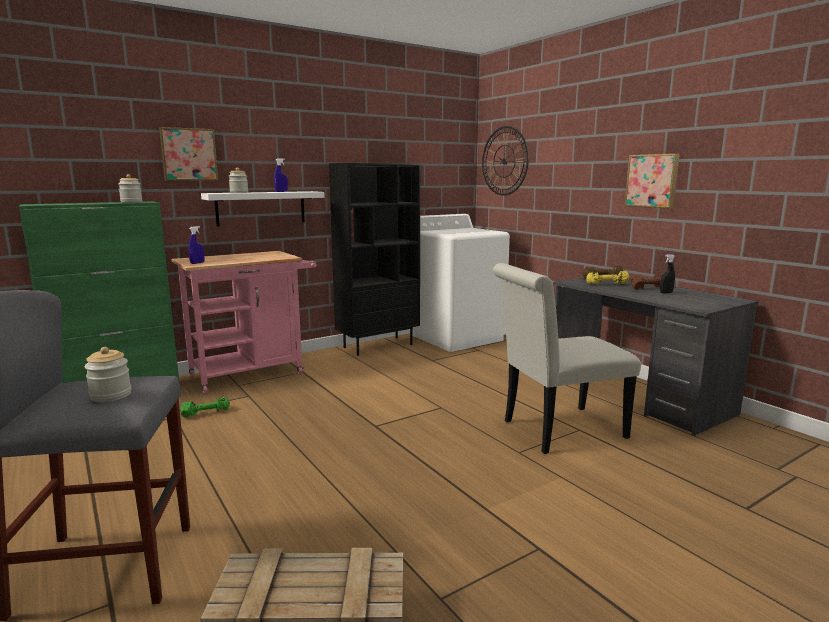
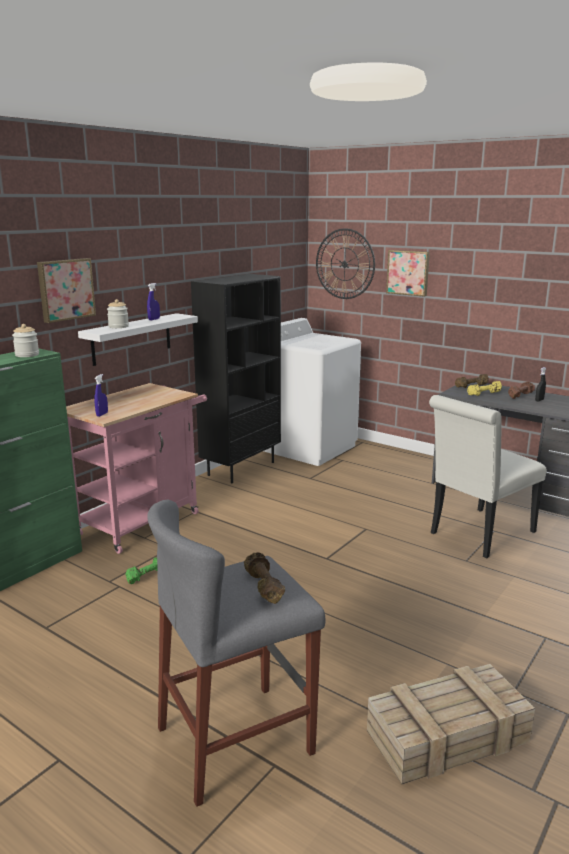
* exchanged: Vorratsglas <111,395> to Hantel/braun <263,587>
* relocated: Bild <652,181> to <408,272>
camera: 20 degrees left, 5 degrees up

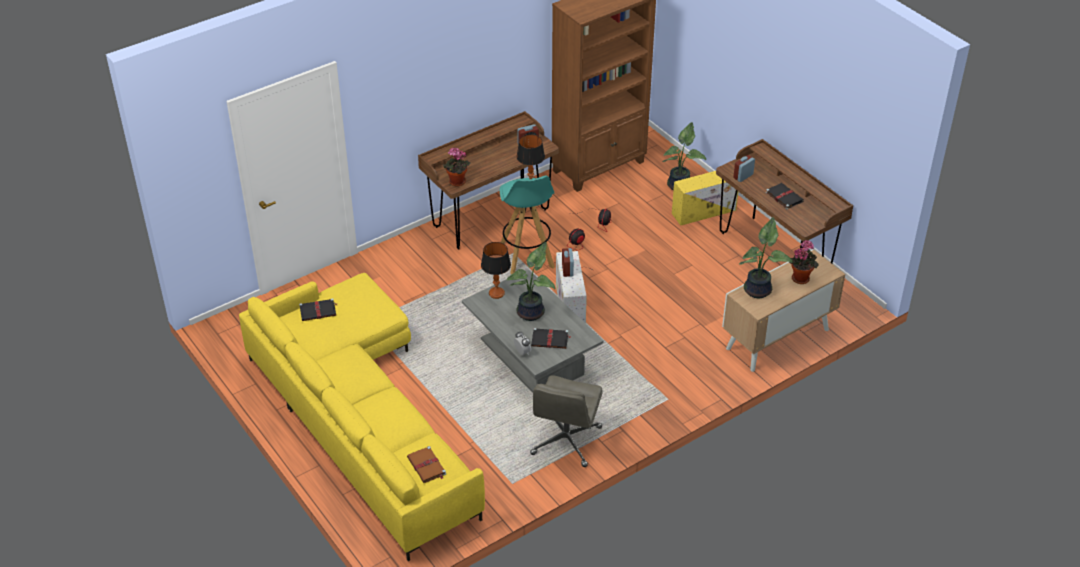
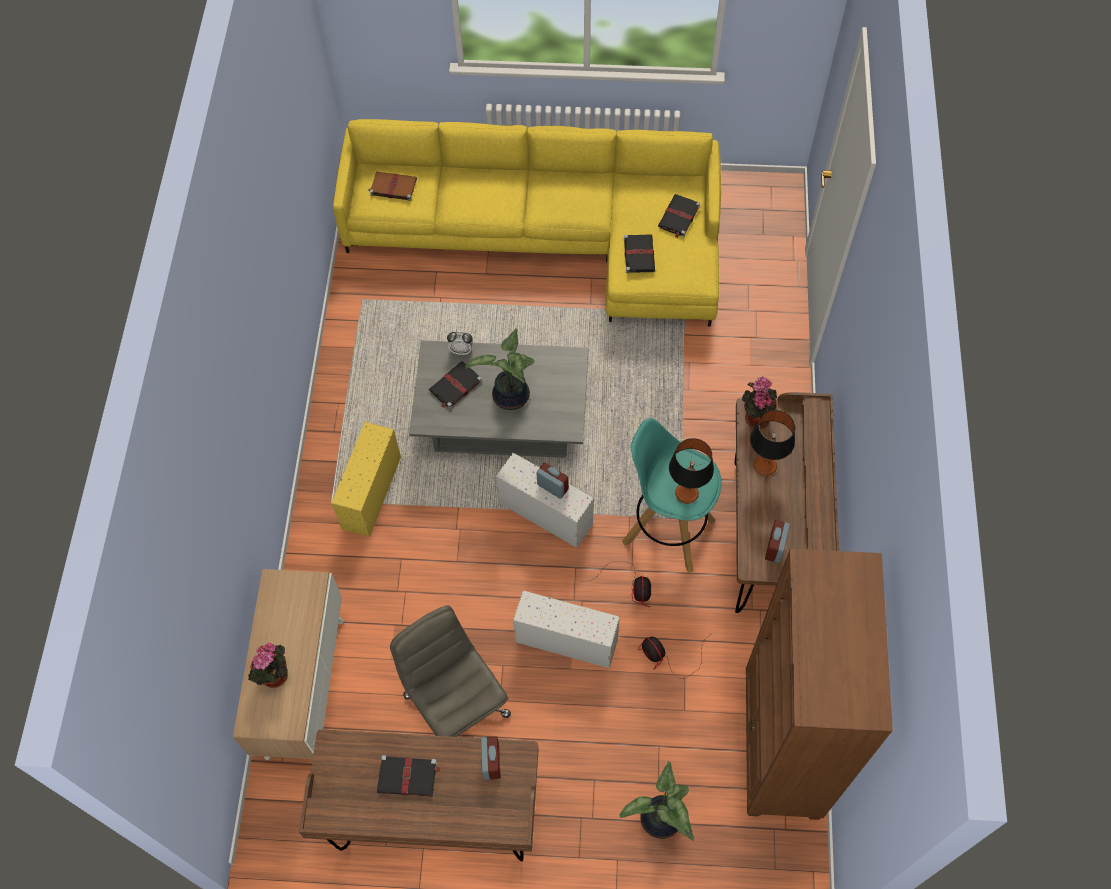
* relocated: Tischlampe <496,293> to <765,466>
* relocated: Bürostuhl/grau <566,441> to <456,704>
* relocated: Aufbewahrungsbox/gelb <704,211> to <371,494>
* missing: Topfpflanze <759,290>
* appeared: Aufbewahrungsbox/weiß <565,640>
* appeared: Buch/schwarz <639,254>
camera: 130 degrees right, 20 degrees up

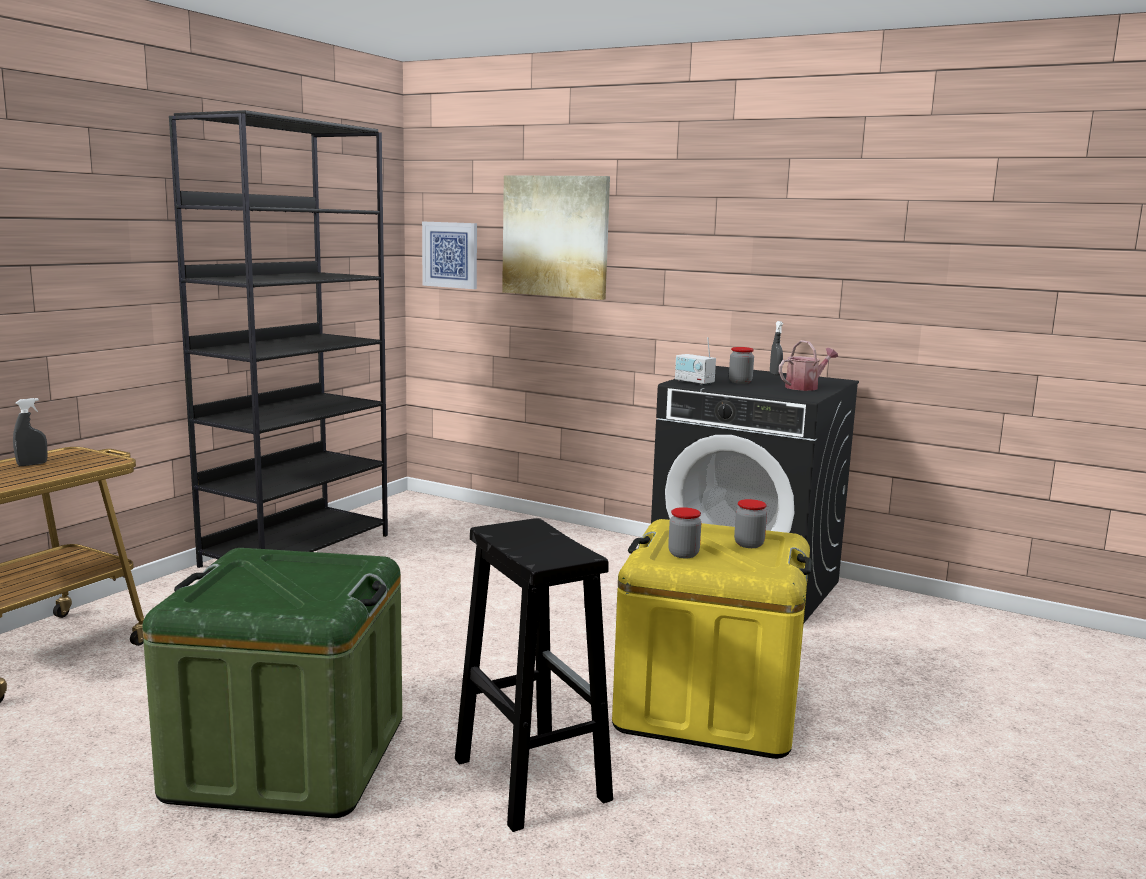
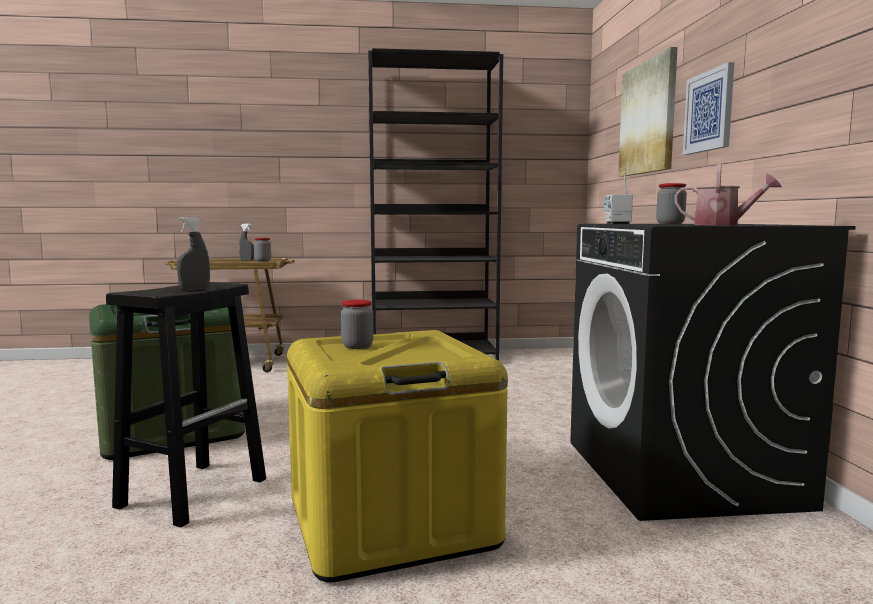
* relocated: Bild <450,255> to <709,111>
* relocated: Vorratsglas <749,544> to <263,261>
* relocated: Sprühflasche/grau <775,374> to <194,289>
camera: 55 degrees right, 5 degrees down

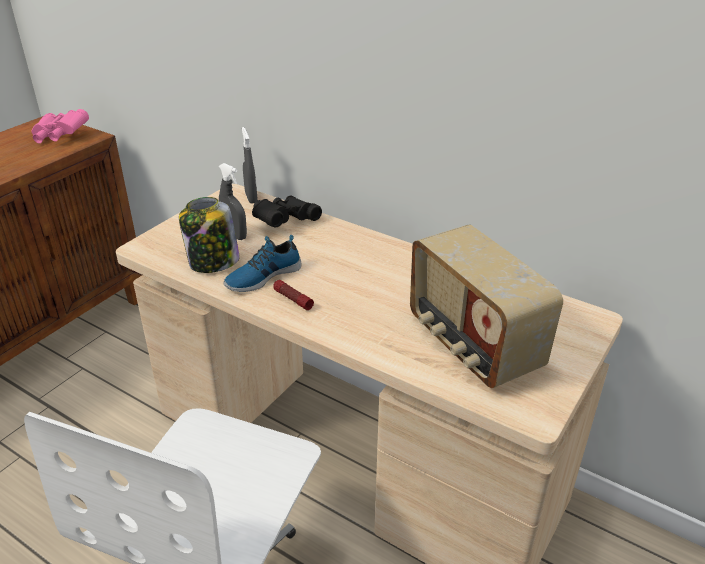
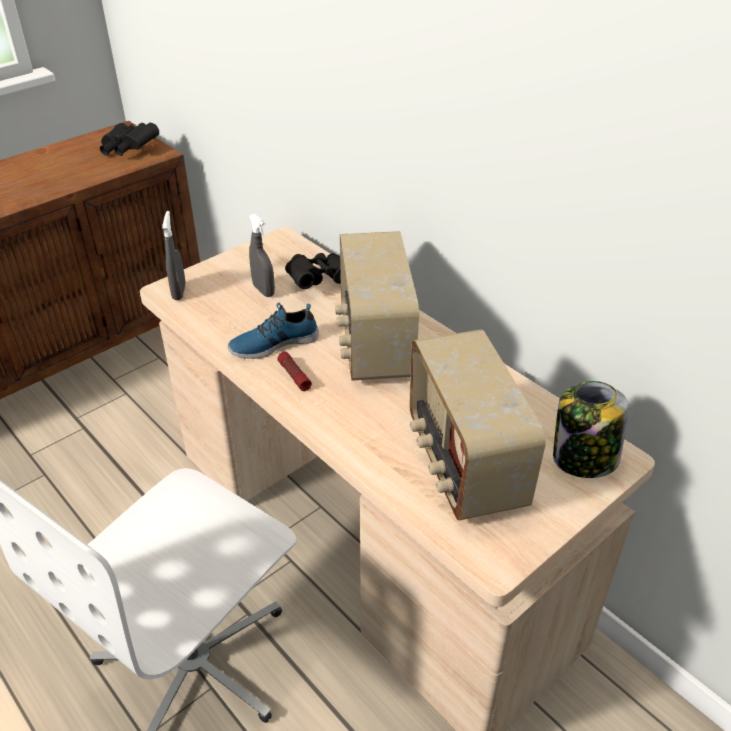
* colour: Fernglas/rosa <59,137> to Fernglas/schwarz <128,150>
* relocated: Vorratsglas <213,262> to <583,459>
* relocated: Sprühflasche/grau <251,198> to <179,292>
* appeared: Radio <373,344>
camera: 15 degrees right, 5 degrees up

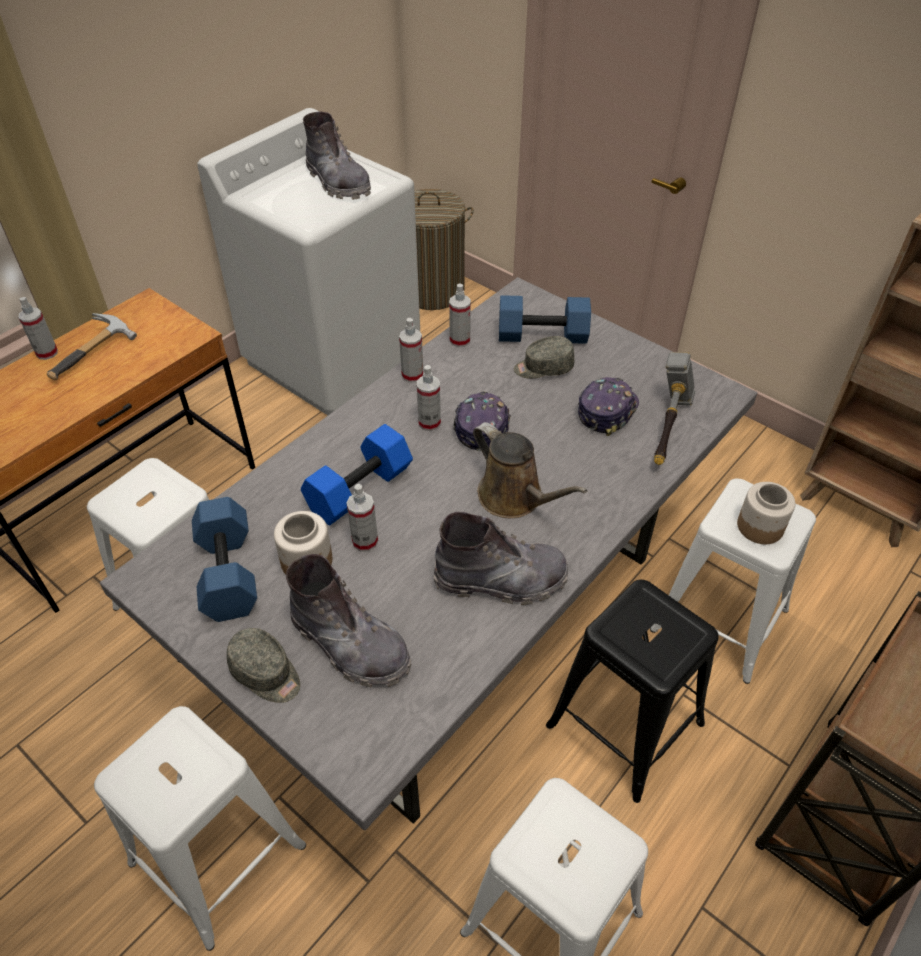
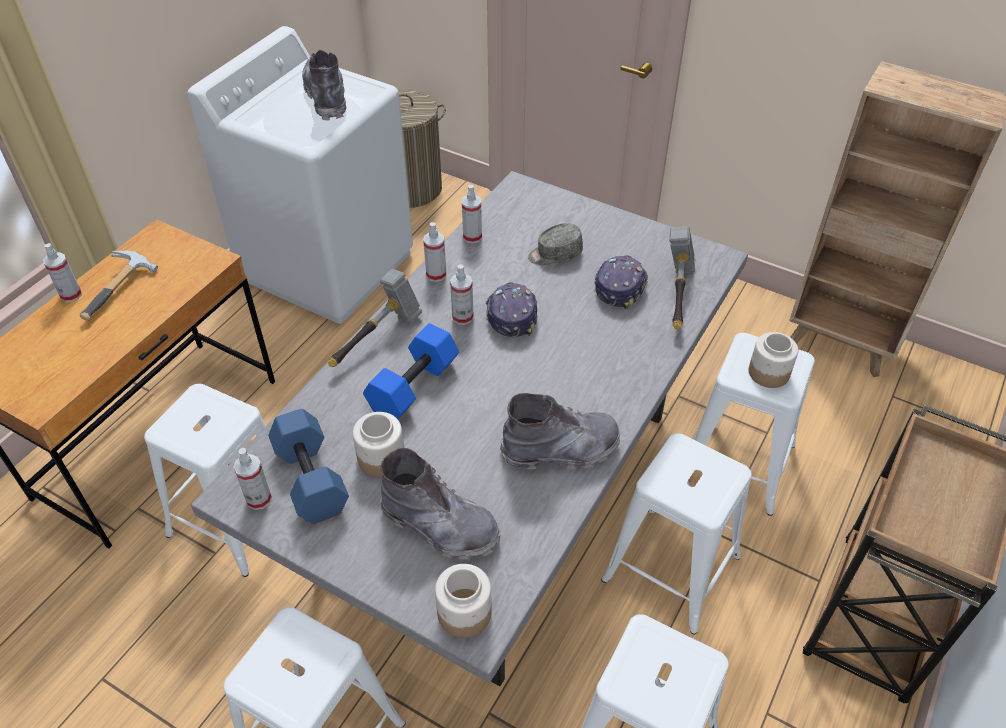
* missing: Kappe/grau <266,674>
* spun: Stiefel/grau <338,183> = <326,97> 150 degrees counterclockwise
* relocated: Sprühflasche <365,541> to <258,499>
* missing: Gießkanne/braun <515,498>
* missing: Hantel/blau <543,334>
* colour: Hocker/schwarz <624,724> to Hocker/weiß <671,568>
* appeared: Hammer <377,339>
* appeared: Vorratsglas <464,613>
camera: 10 degrees left, 0 degrees up

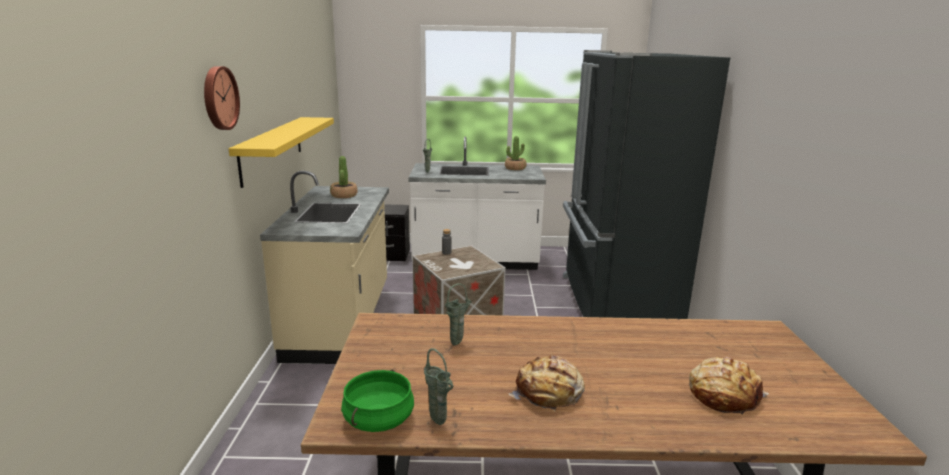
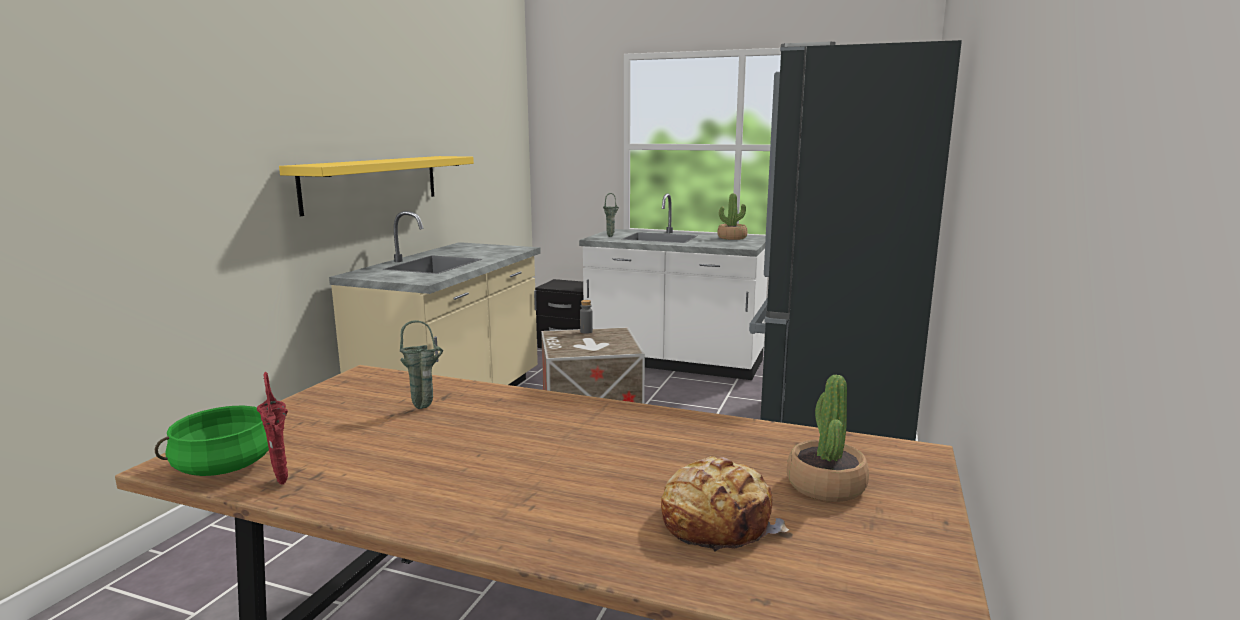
* missing: Wanduhr <219,98>
* relocated: Topfpflanze <344,195> to <825,485>
* colour: Vase/grün <440,424> to Vase/rot <282,484>
* missing: Brot <549,393>
camera: 20 degrees right, 5 degrees down

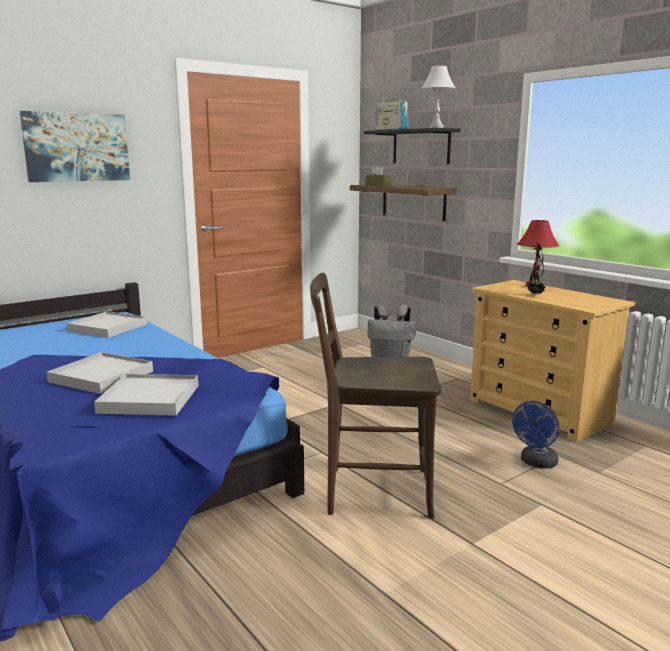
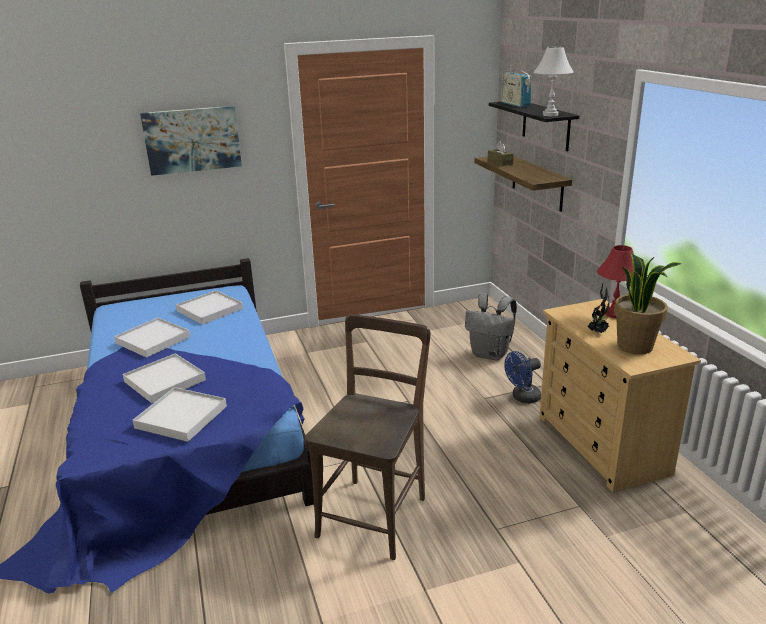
* spun: Stuhl/braun <371,491> = <375,512> 90 degrees clockwise
* relocated: Ventilator/blau <536,463> to <522,398>
* appeared: Tablett/weiß <153,340>
* appeared: Topfpflanze <635,346>
camera: 20 degrees right, 10 degrees up

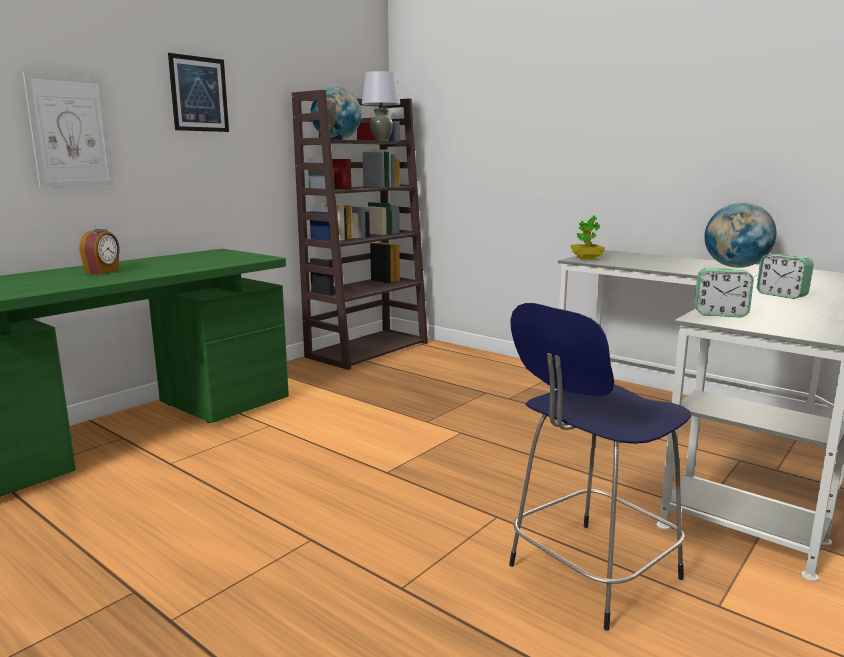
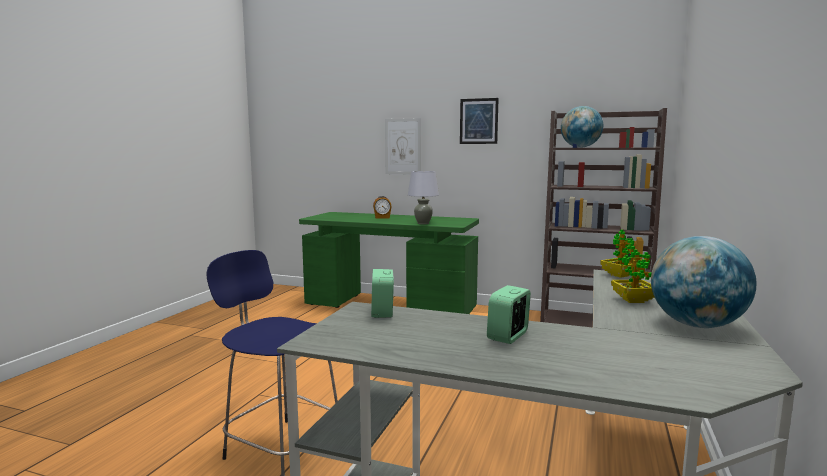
* relocated: Tischlampe/grau <381,140> to <423,223>
* appeared: Topfpflanze <633,300>
camera: 70 degrees right, 5 degrees down

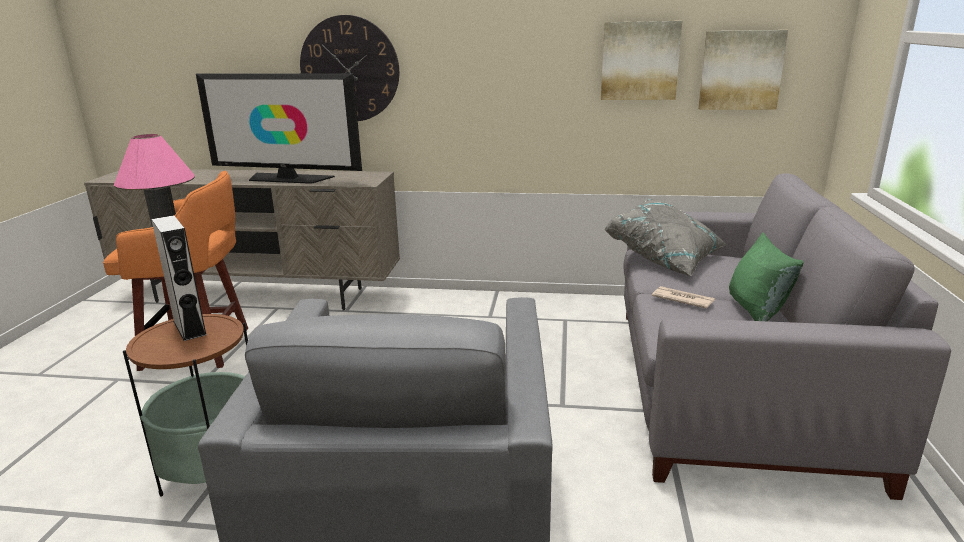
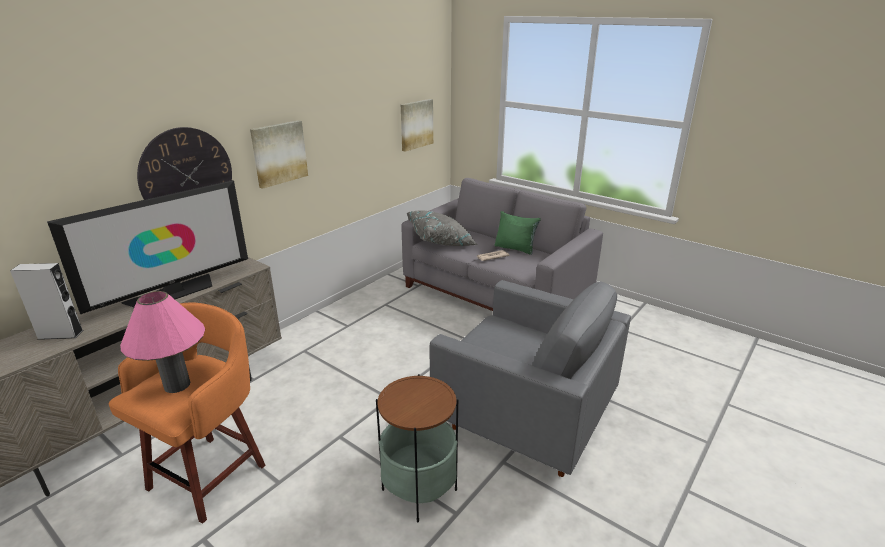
* relocated: Lautsprecher/grau <189,328> to <60,334>
* relocated: Bild <639,61> to <279,153>
camera: 60 degrees left, 5 degrees up

